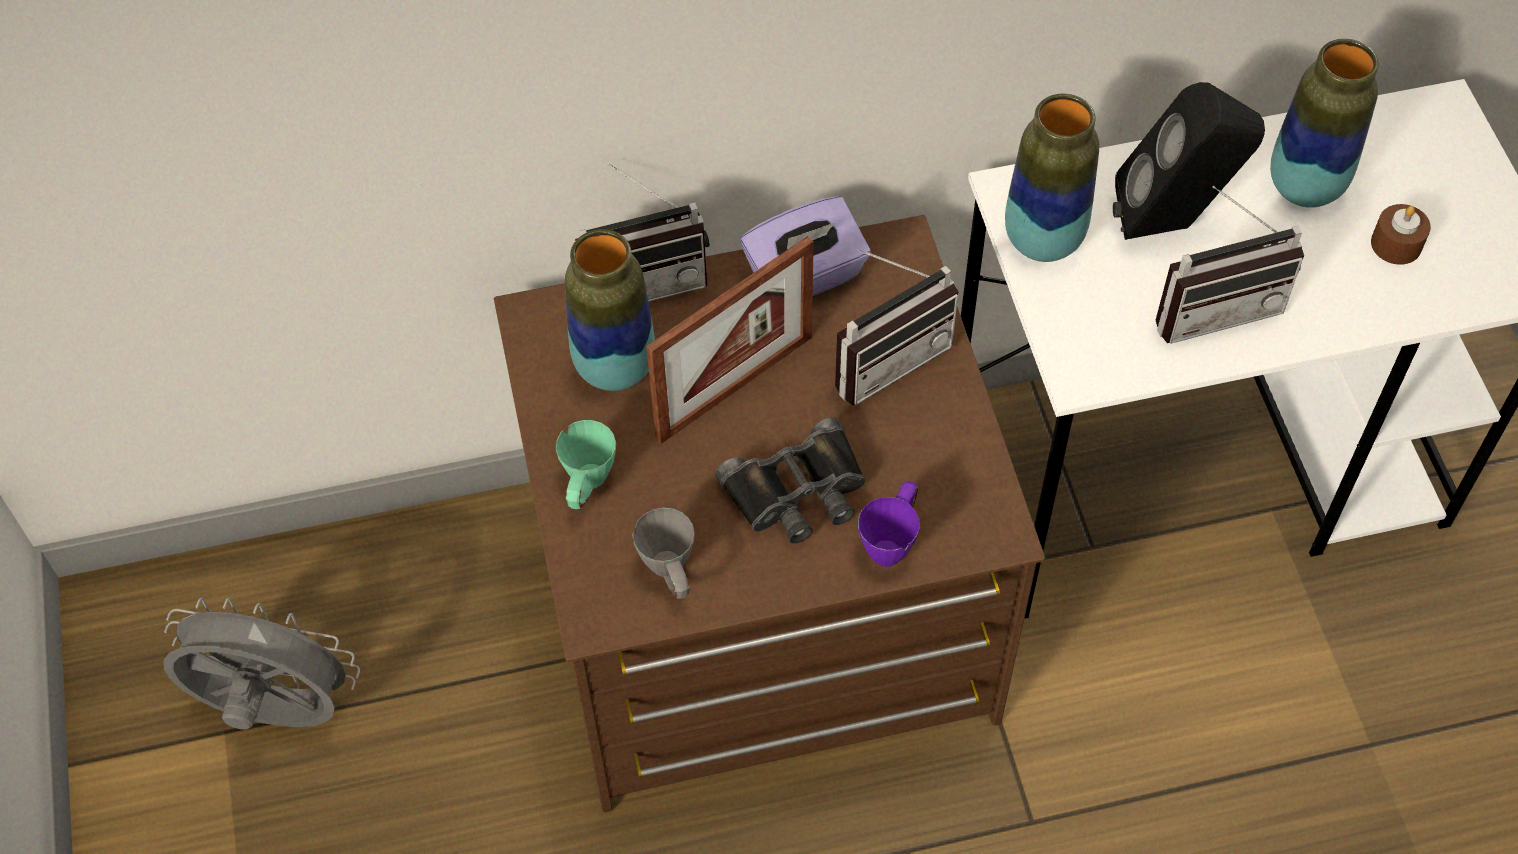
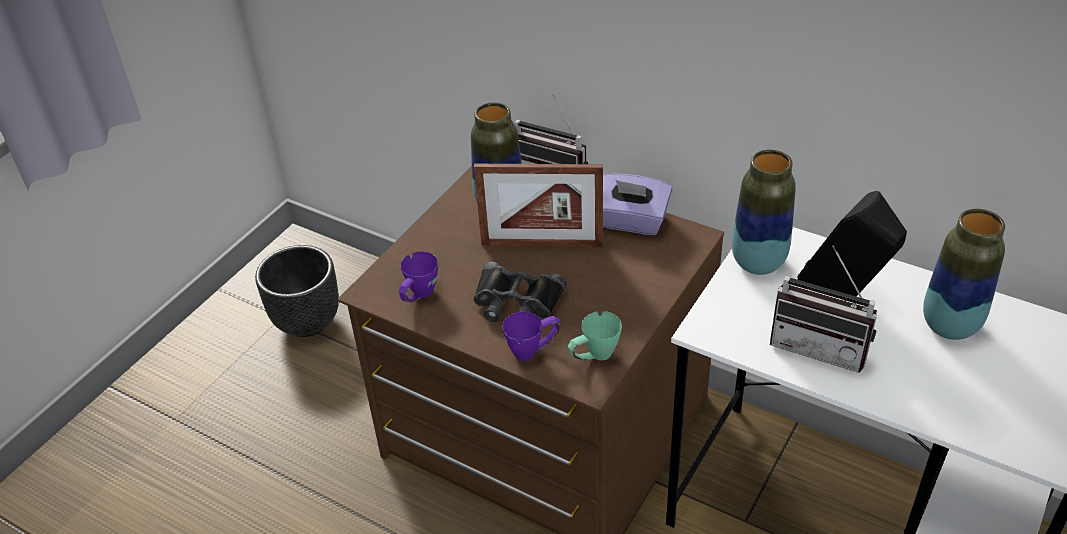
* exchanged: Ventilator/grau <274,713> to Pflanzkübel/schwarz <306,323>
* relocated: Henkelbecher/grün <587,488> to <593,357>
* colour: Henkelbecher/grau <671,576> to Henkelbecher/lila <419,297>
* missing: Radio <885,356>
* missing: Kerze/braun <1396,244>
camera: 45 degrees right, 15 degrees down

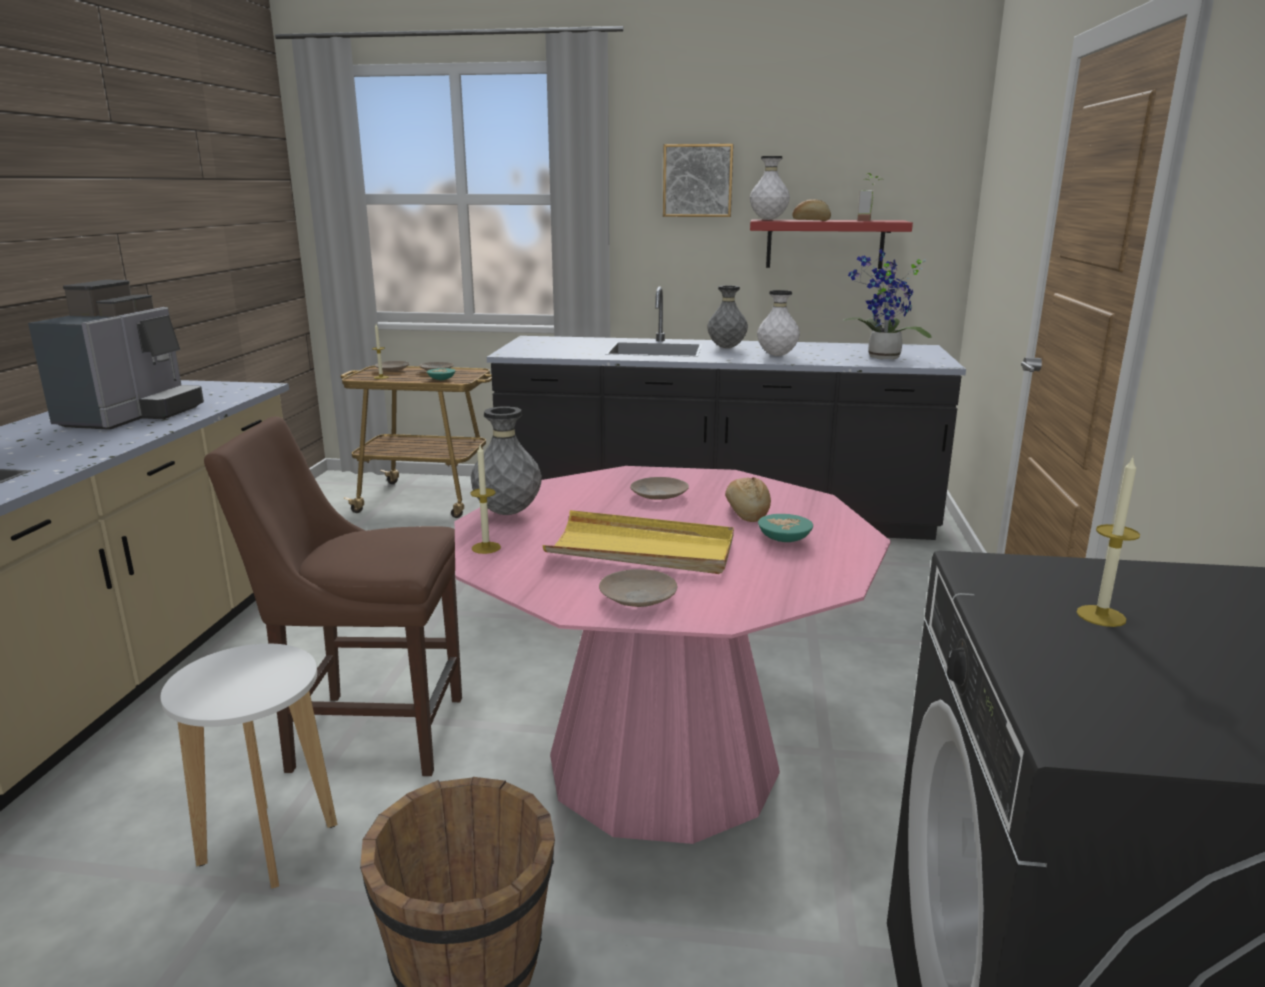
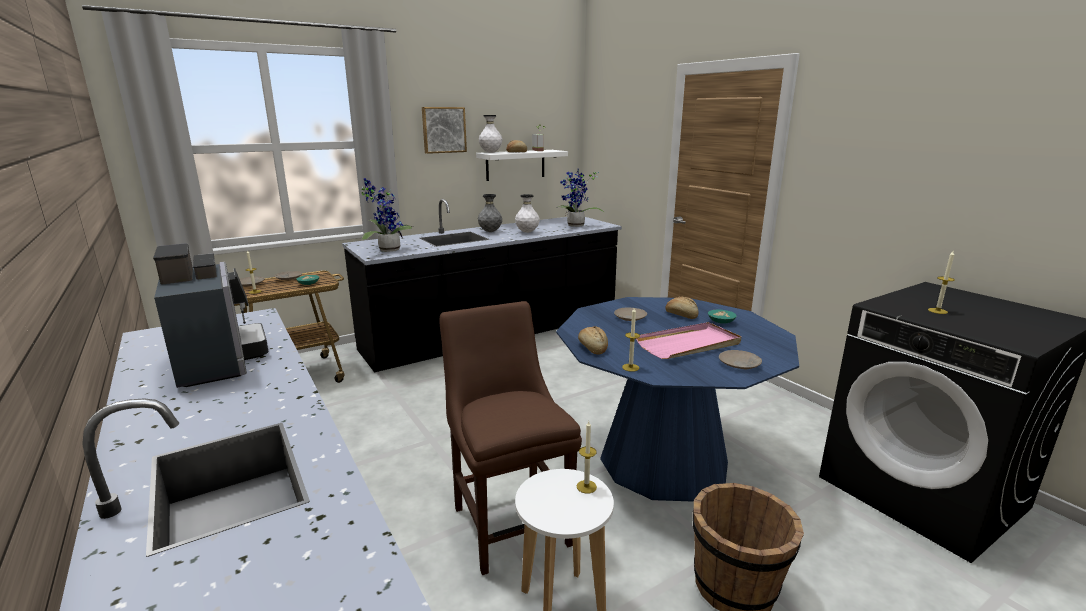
* spun: Stuhl/braun <369,732> = <509,521> 105 degrees clockwise
* colour: Esstisch/rosa <663,763> to Esstisch/blau <663,460>
* exchanged: Vase/grau <507,513> to Brot <592,348>
* colour: Tablett/gelb <642,549> to Tablett/rosa <689,344>
* colour: Wandregal/rot <825,244> to Wandregal/weiß <515,165>
* appeared: Topfpflanze <387,249>
* appeared: Kerze <586,486>
camera: 40 degrees left, 0 degrees up

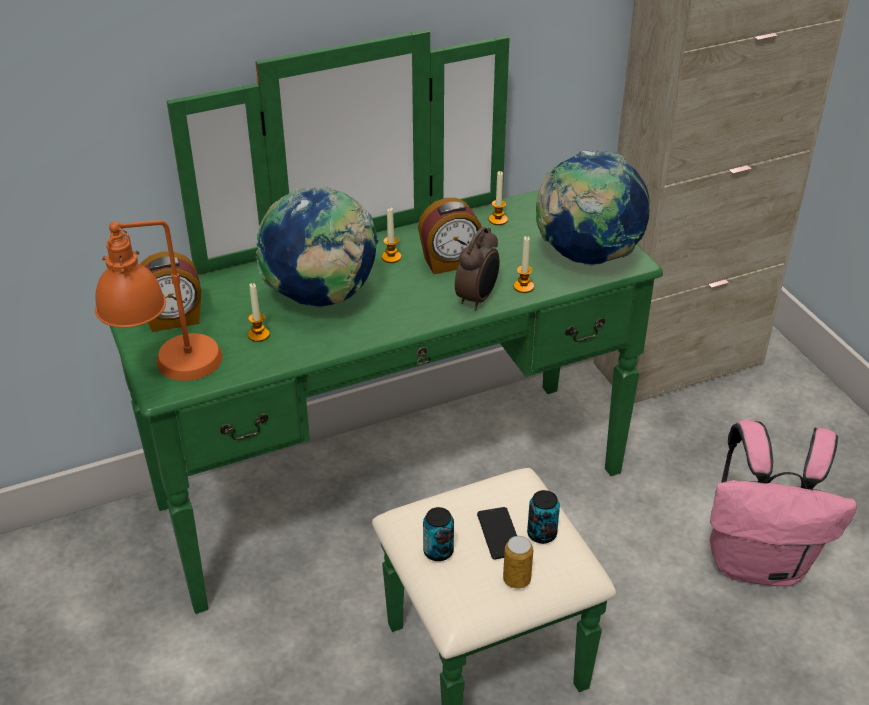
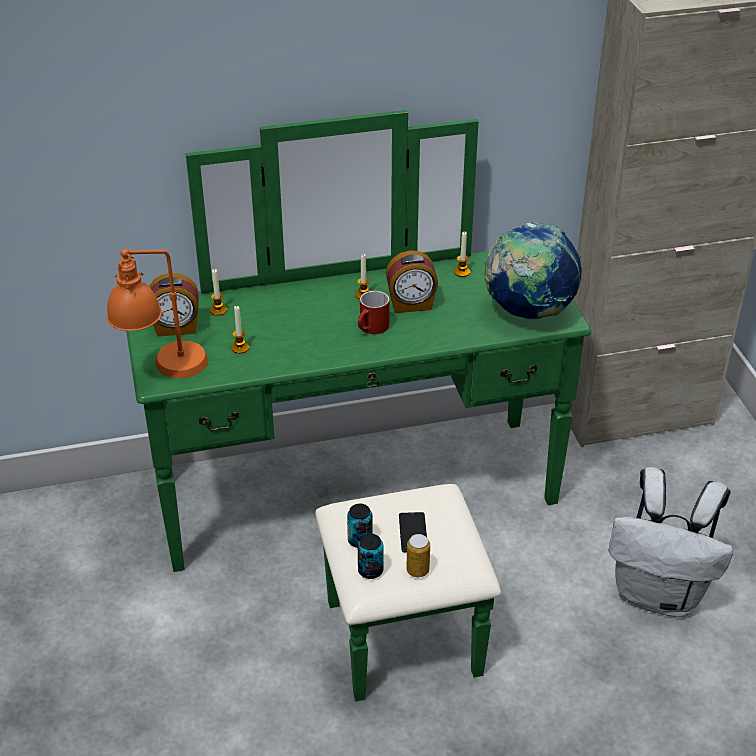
* missing: Globus <322,299>
* missing: Wecker <478,299>
* relocated: Kerze <523,287> to <218,310>
* relocated: Dose <542,534> to <370,571>
* colour: Rucksack/rosa <759,562> to Rucksack/weiß <659,594>
* appeared: Henkelbecher/rot <372,329>
camera: 10 degrees right, 0 degrees up

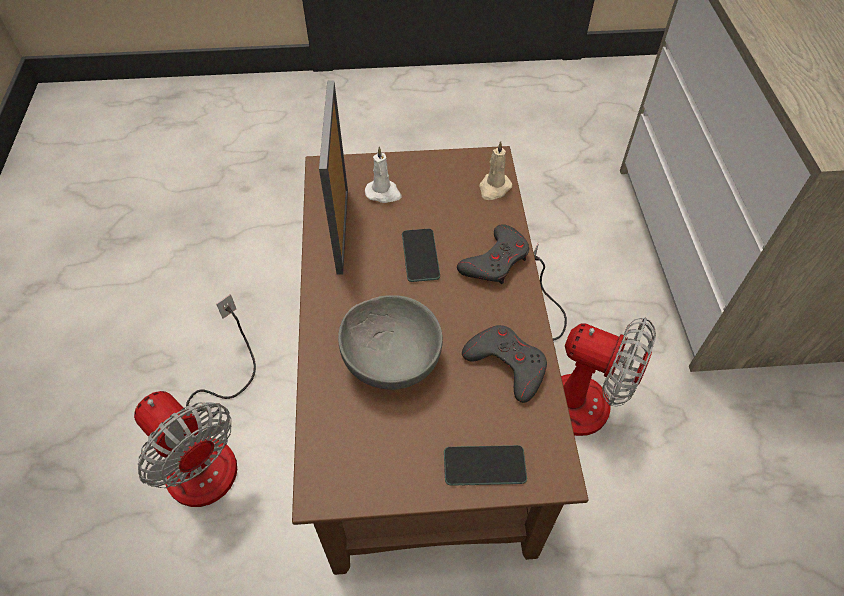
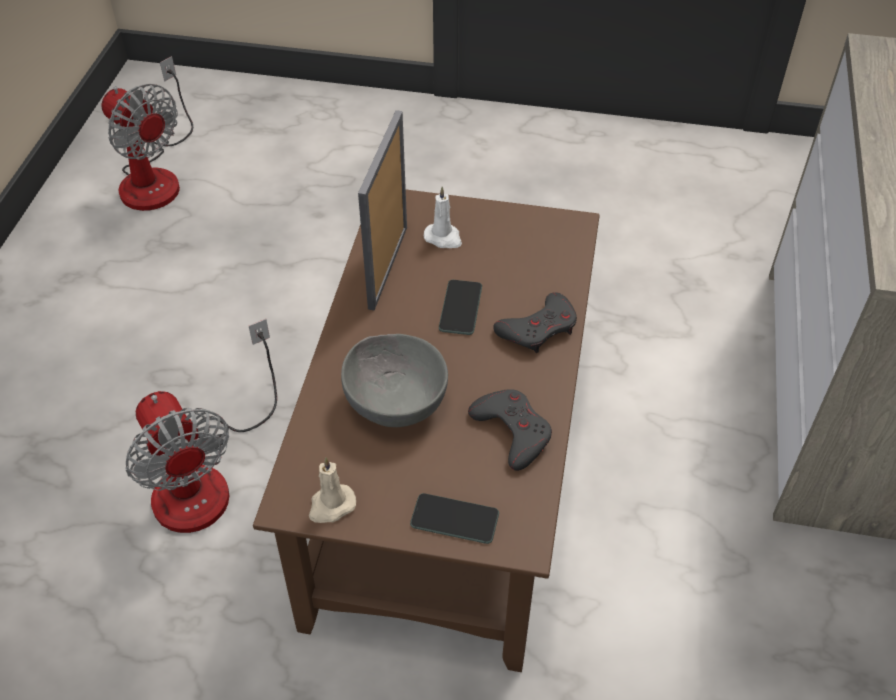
* relocated: Kerze/beige <494,188> to <331,506>
* relocated: Ventilator <567,382> to <155,175>
camera: 15 degrees right, 5 degrees down

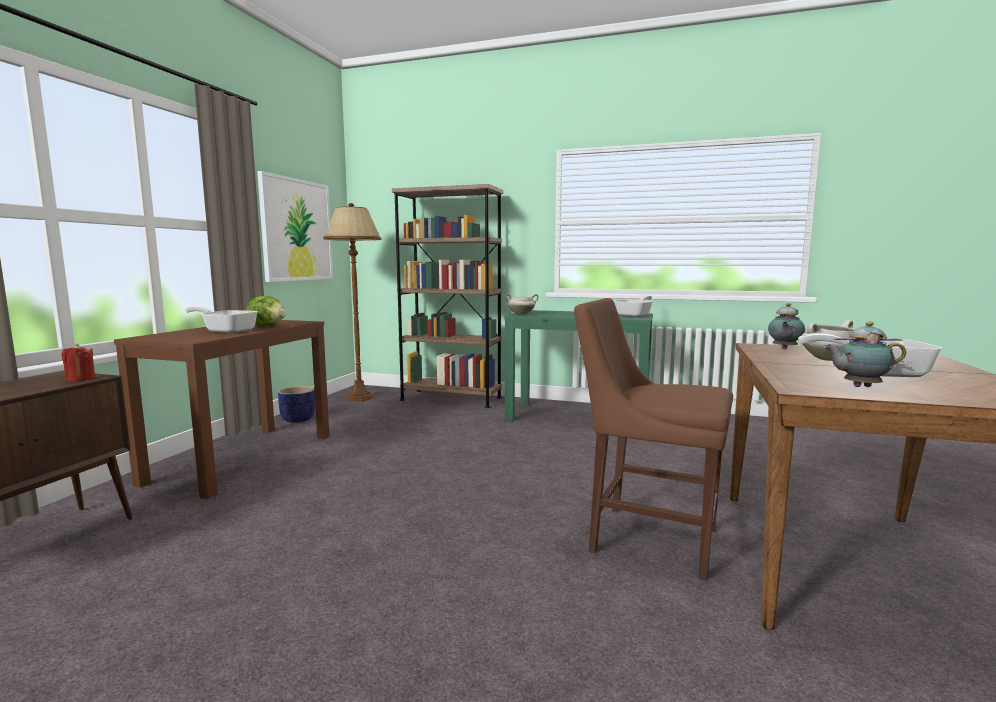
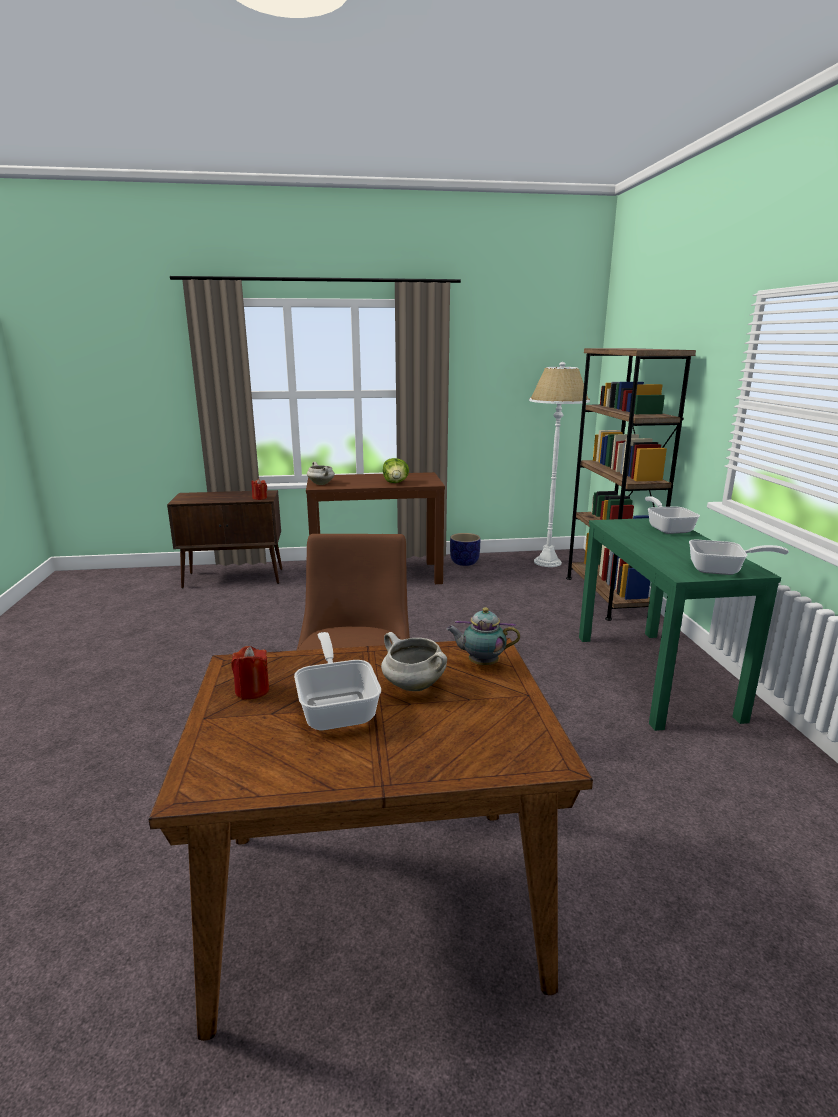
* relocated: Pfanne <226,331> to <667,528>
* missing: Bild <297,230>
* colour: Stehlampe/braun <360,397> to Stehlampe/weiß <547,562>
* relocated: Kochtopf/weiß <521,314> to <321,484>
* exchanged: Teekanne <859,386> to Kerze/rot <252,691>
camera: 65 degrees right, 10 degrees up

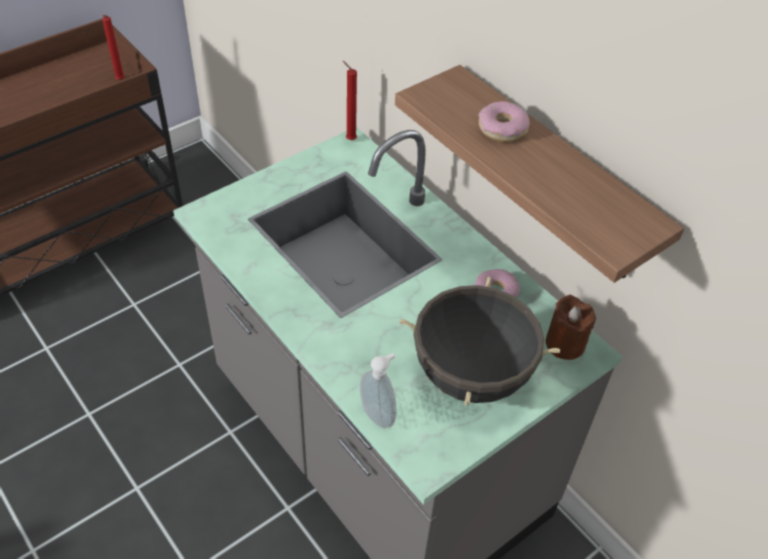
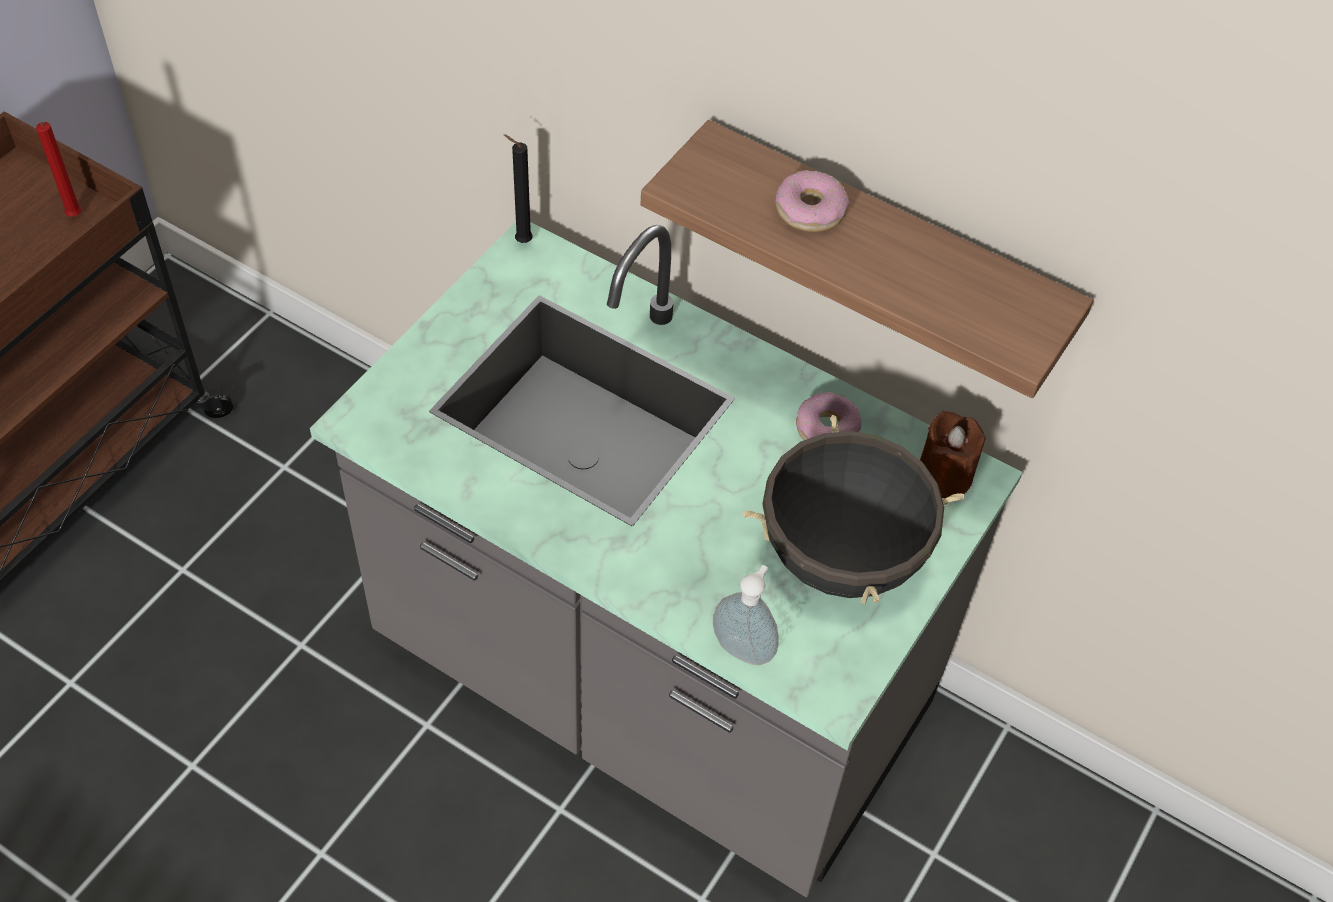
* colour: Kerze/rot <349,139> to Kerze/schwarz <521,241>
camera: 20 degrees left, 5 degrees up

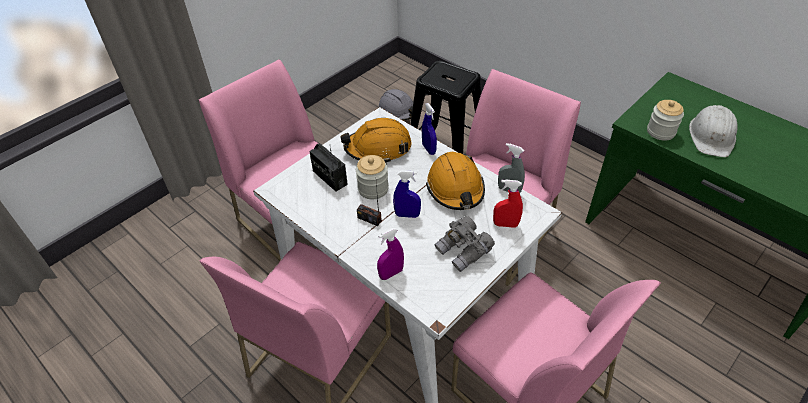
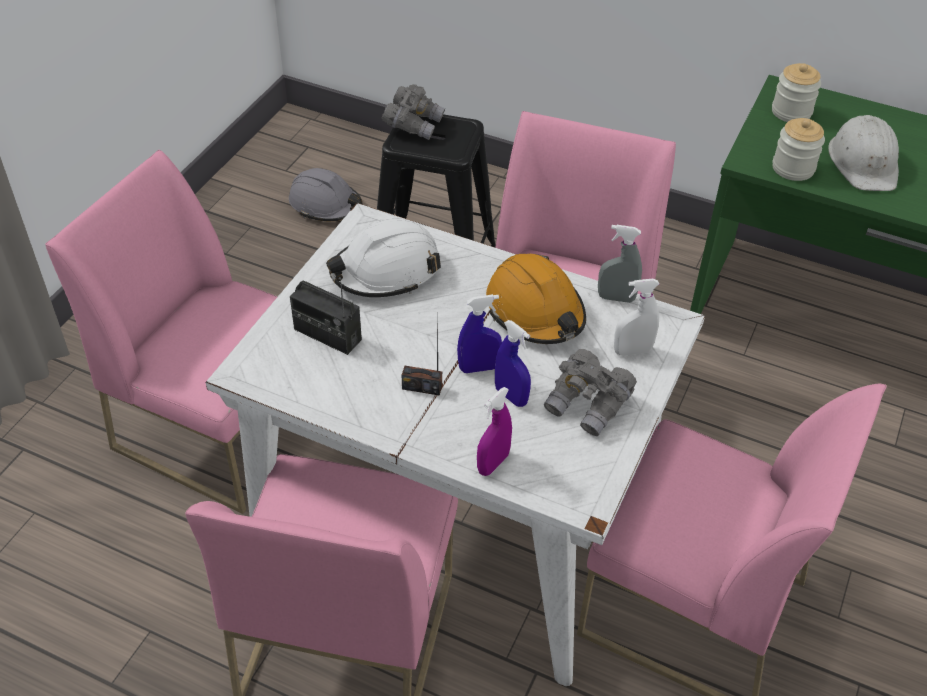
* colour: Schutzhelm/orange <378,148> to Schutzhelm/weiß <386,271>
* relocated: Vorratsglas <373,189> to <791,112>
* relocated: Sprühflasche/blau <429,149> to <511,396>
* colour: Sprühflasche/rot <505,224> to Sprühflasche/weiß <632,351>
* appeared: Fernglas/grau <413,124>
camera: 20 degrees left, 0 degrees up

